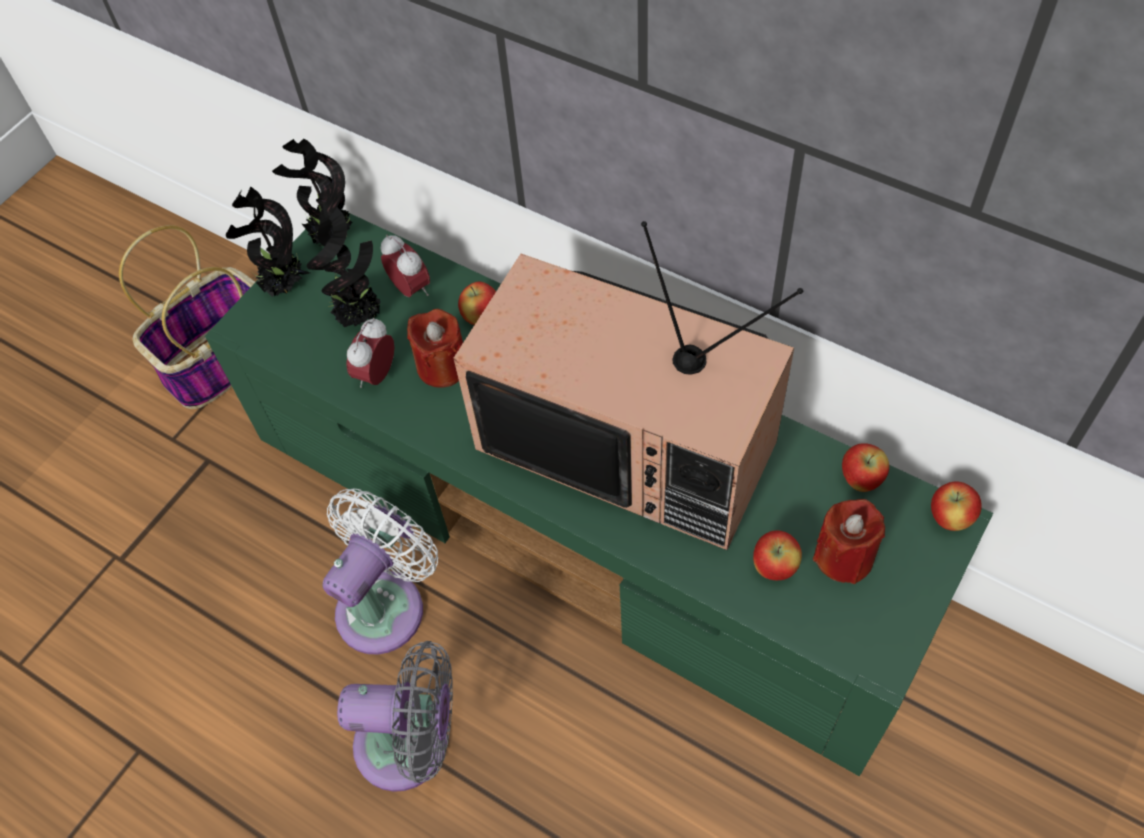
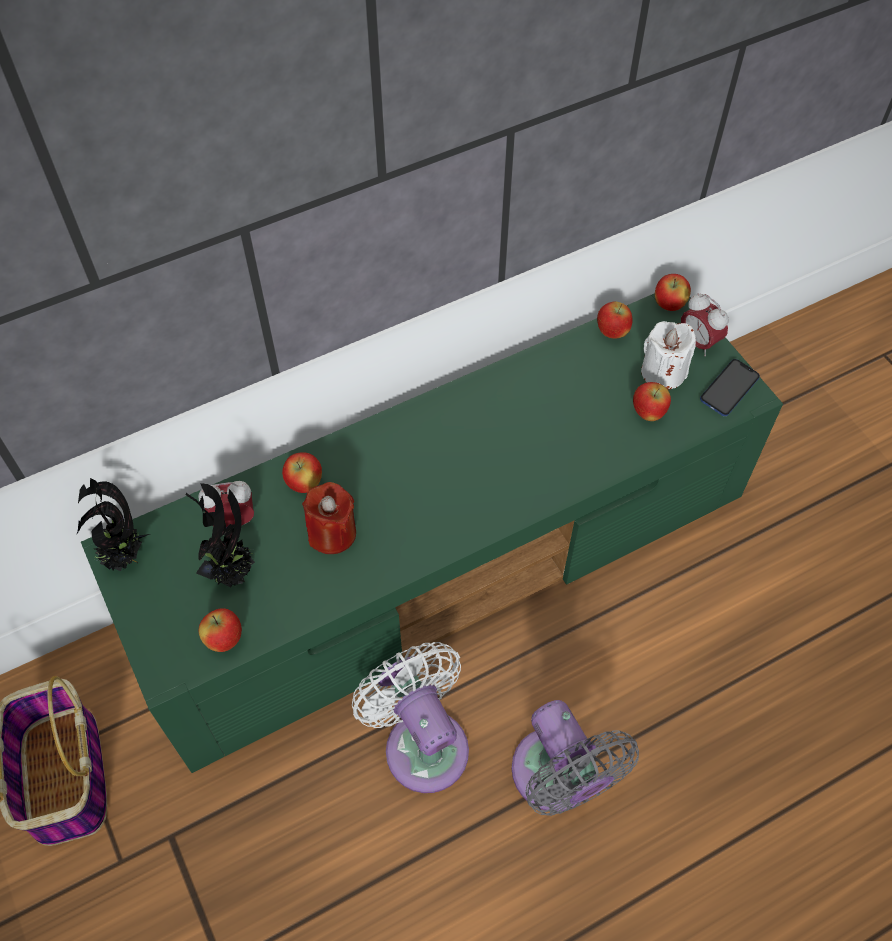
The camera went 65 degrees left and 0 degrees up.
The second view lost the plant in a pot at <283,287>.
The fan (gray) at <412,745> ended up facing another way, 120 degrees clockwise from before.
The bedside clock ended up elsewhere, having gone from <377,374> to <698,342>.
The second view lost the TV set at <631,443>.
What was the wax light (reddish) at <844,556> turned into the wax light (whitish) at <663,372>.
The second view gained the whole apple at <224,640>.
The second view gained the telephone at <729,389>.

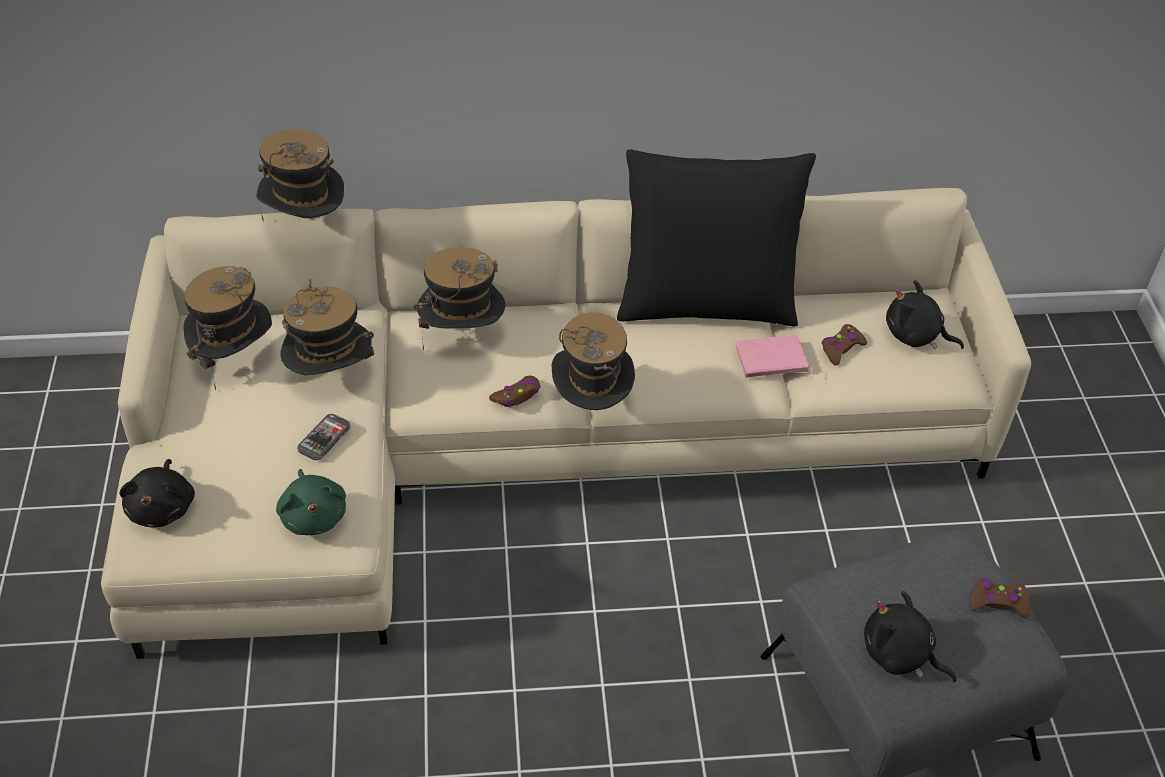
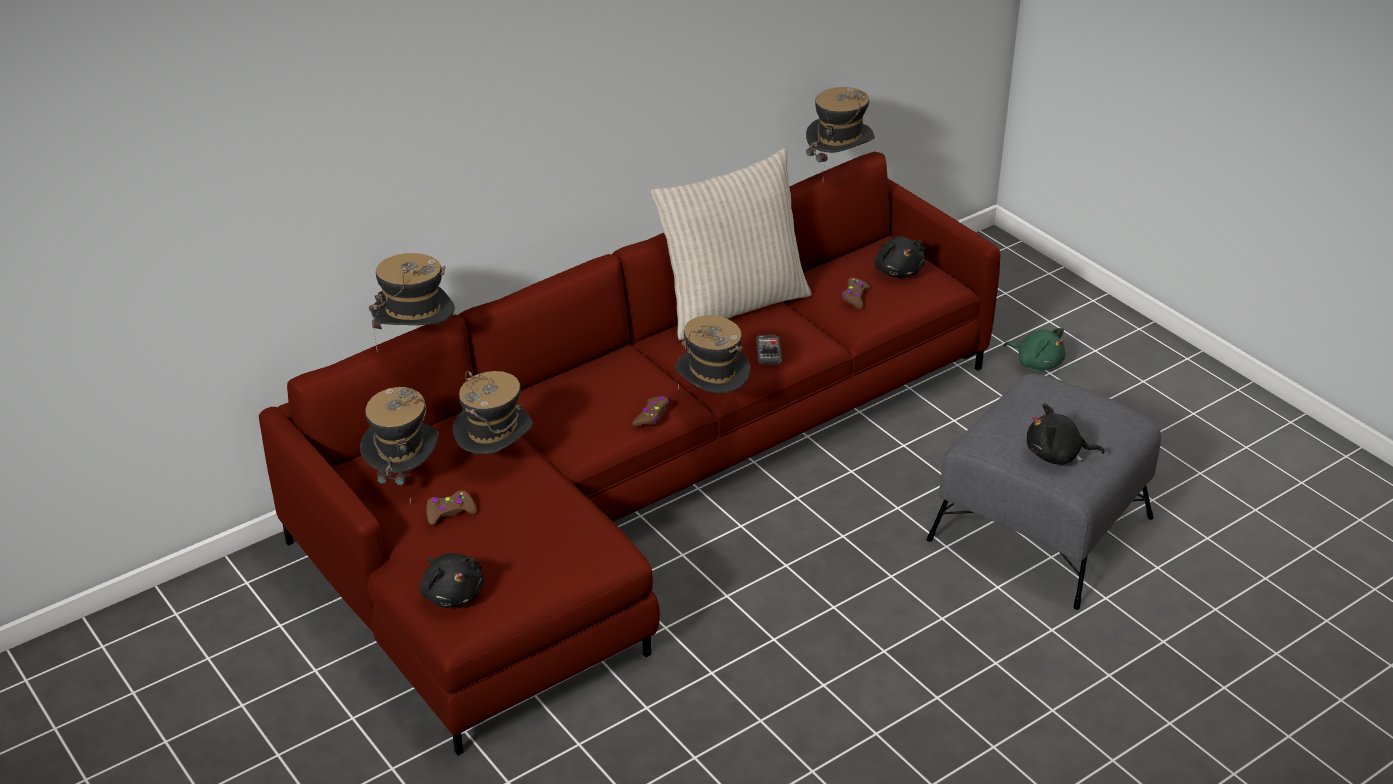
The camera went 30 degrees left and 10 degrees down.
What was the settee (sand-coloured) at <530,446> turned into the settee (reddish) at <638,482>.
The soft toy (green-coloured) ended up elsewhere, having gone from <314,515> to <1037,362>.
The telephone ended up elsewhere, having gone from <324,438> to <768,351>.
The clothing hat ended up elsewhere, having gone from <462,336> to <838,168>.
What was the throw pillow (blackish) at <706,302> turned into the throw pillow (sand-coloured) at <732,305>.
The second view lost the volume (pinkish) at <771,361>.
The soft toy (blackish) at <915,336> ended up facing another way, 105 degrees counterclockwise from before.
The gamepad (brownish) ended up elsewhere, having gone from <997,602> to <450,512>.

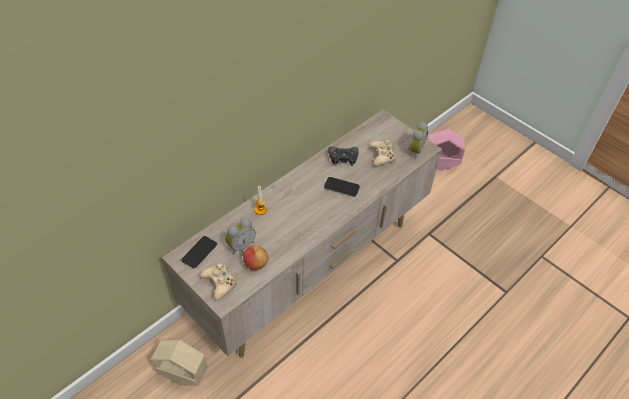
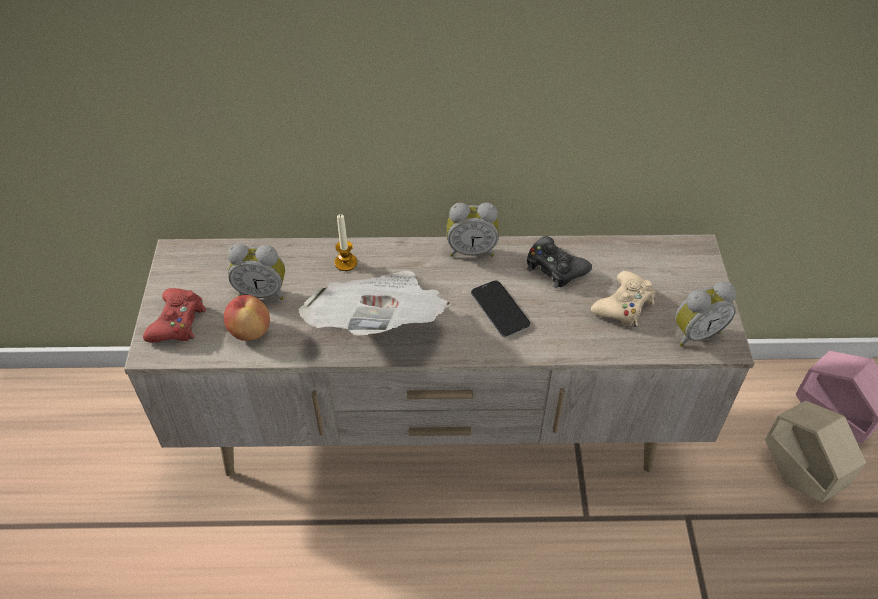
The camera went 45 degrees right and 0 degrees up.
The flower pot (sand-coloured) ended up elsewhere, having gone from <183,375> to <798,475>.
The second view lost the telephone at <199,252>.
What was the gamepad (sand-coloured) at <219,283> turned into the gamepad (reddish) at <177,322>.
The second view gained the newspaper at <379,325>.
The second view gained the bedside clock at <471,250>.

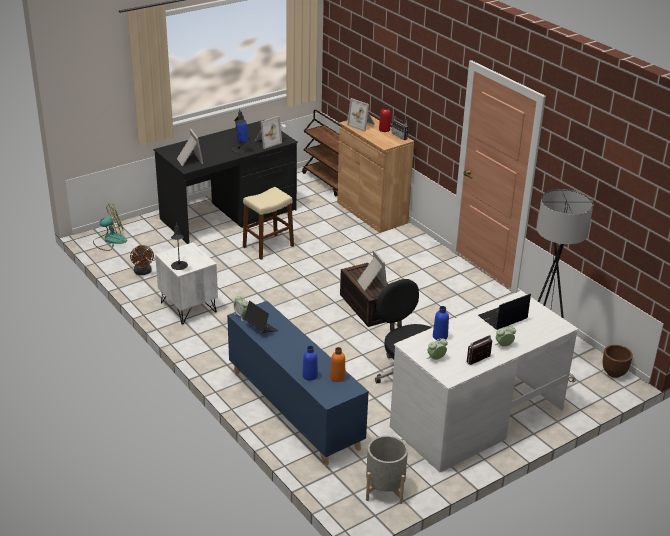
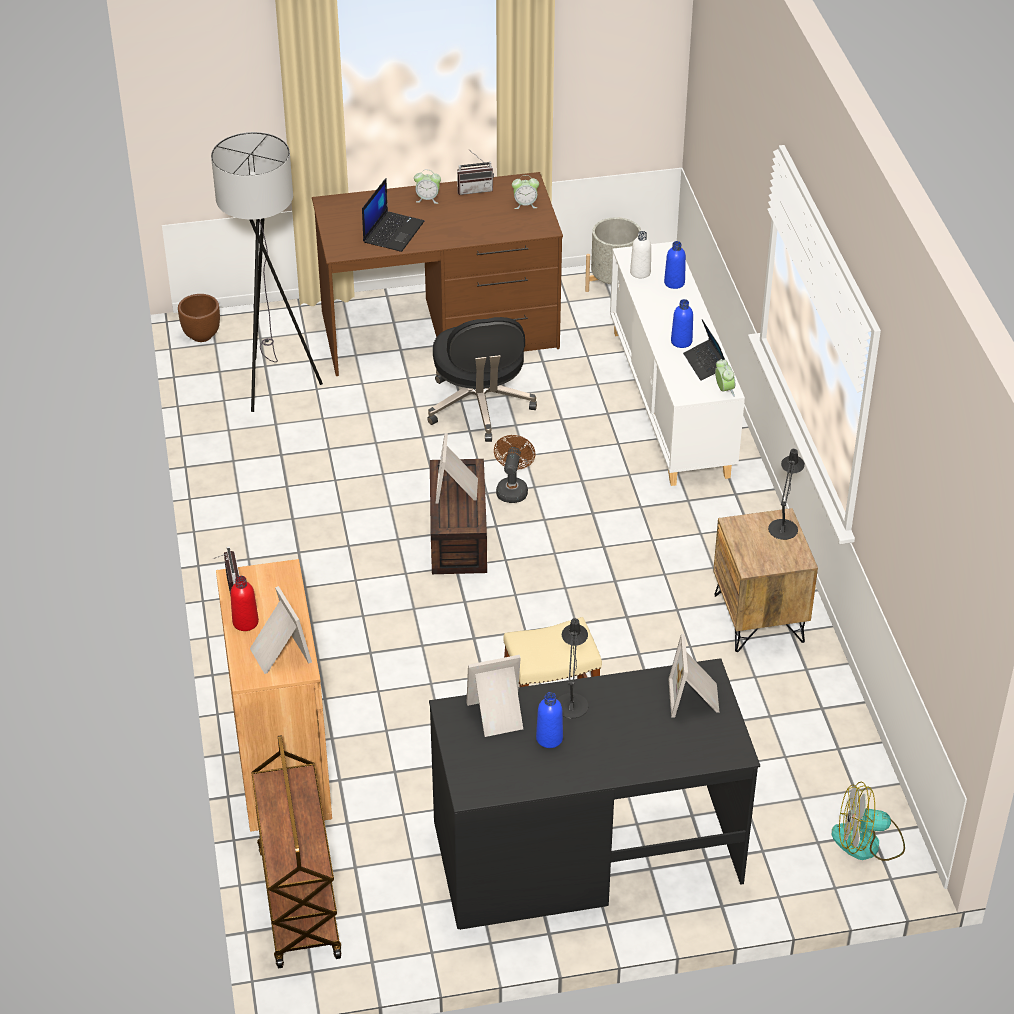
The camera went 155 degrees left and 10 degrees up.
The fan (brownish) ended up elsewhere, having gone from <143,272> to <512,489>.
What was the night table (whitish) at <188,307> turned into the night table (brownish) at <759,618>.
What was the cabinet (bluish) at <294,409> turned into the cabinet (whitish) at <670,403>.
What was the beverage bottle (orange) at <337,377> turned into the beverage bottle (whitish) at <640,272>.
What was the desk unit (whitish) at <476,418> turned into the desk unit (brownish) at <440,330>.
The beverage bottle (bluish) ended up elsewhere, having gone from <440,336> to <681,341>.
The portable computer at <502,318> ended up facing another way, 60 degrees counterclockwise from before.

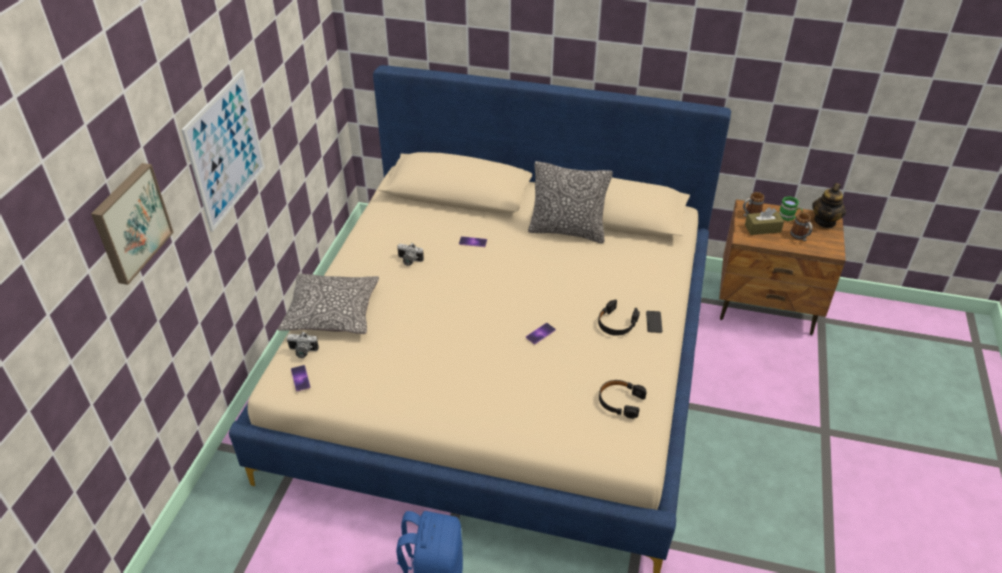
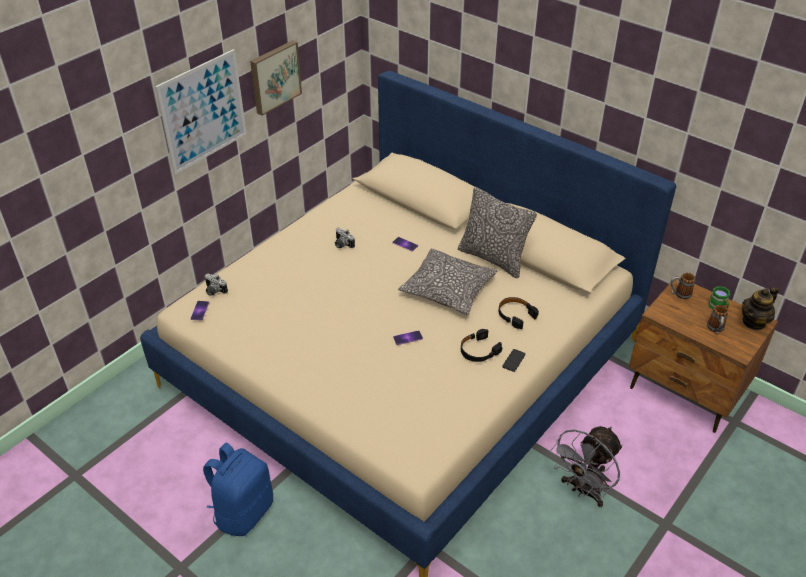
The camera went 25 degrees right and 0 degrees up.
The wall picture ended up elsewhere, having gone from <130,222> to <274,76>.
The throw pillow ended up elsewhere, having gone from <332,313> to <448,289>.
The headset (blackish) ended up elsewhere, having gone from <620,401> to <515,315>.
The second view lost the tissue holder (brownish) at <762,228>.
The second view gained the fan (gray) at <583,490>.

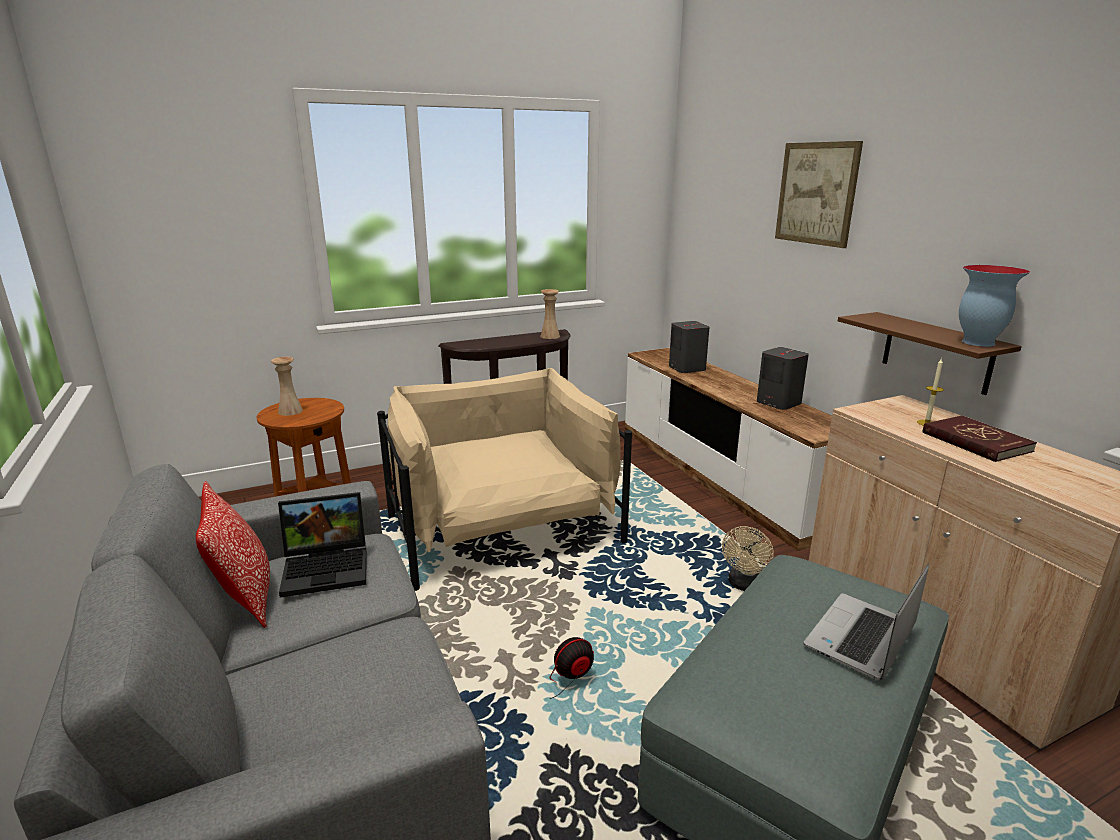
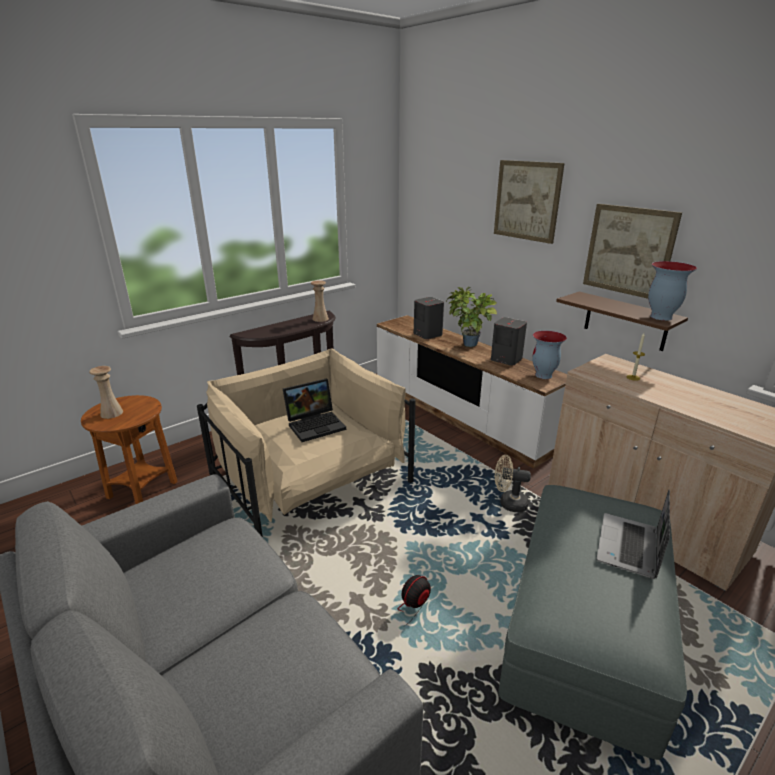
The camera went 15 degrees left and 5 degrees up.
The second view lost the throw pillow at <245,597>.
The portable computer ended up elsewhere, having gone from <328,567> to <316,424>.
The fan (sand-coloured) at <745,586> ended up facing another way, 90 degrees clockwise from before.
The second view lost the volume (reddish) at <975,442>.
The second view gained the plant in a pot at <467,345>.
The second view gained the vase at <543,375>.
The second view gained the wall picture at <628,251>.

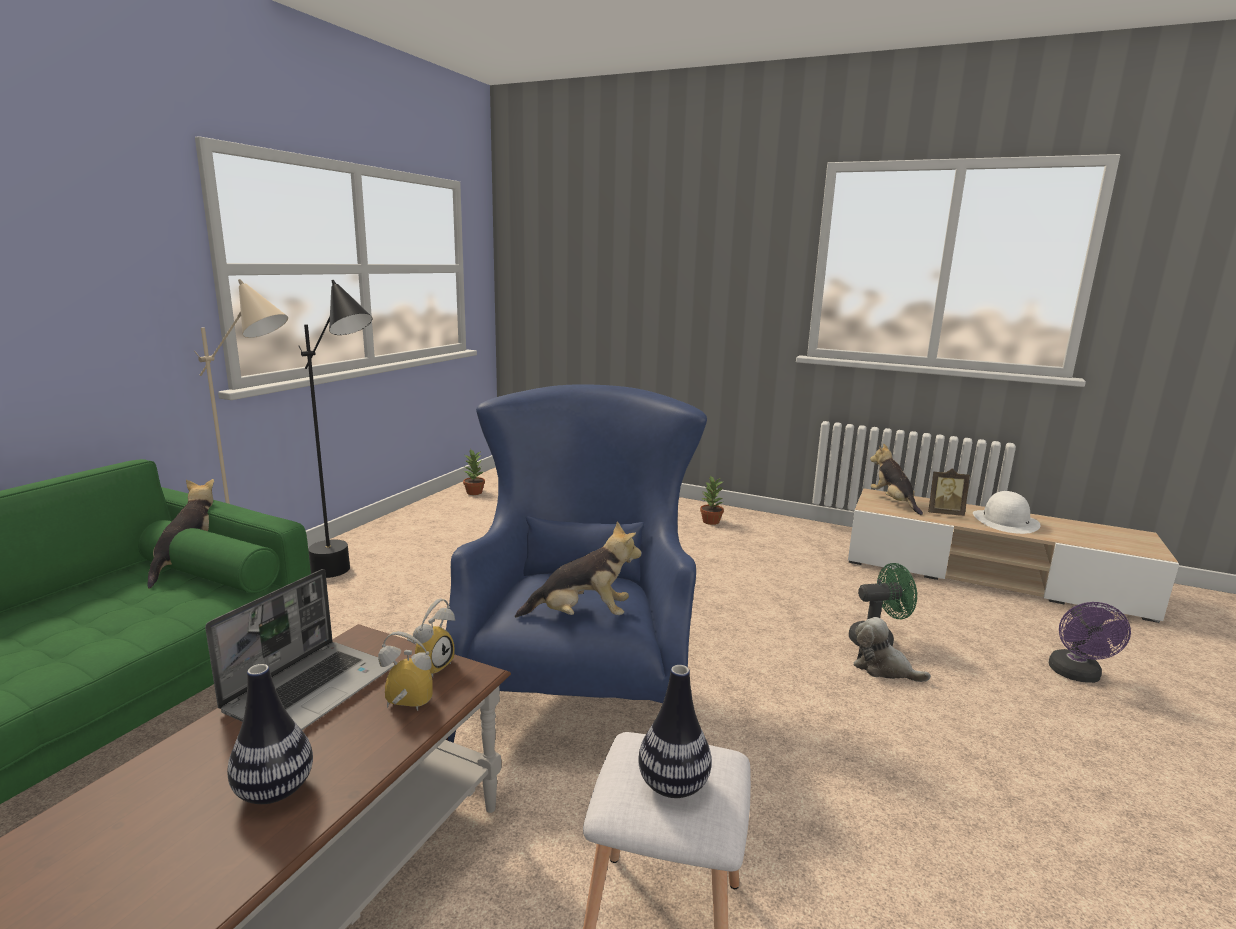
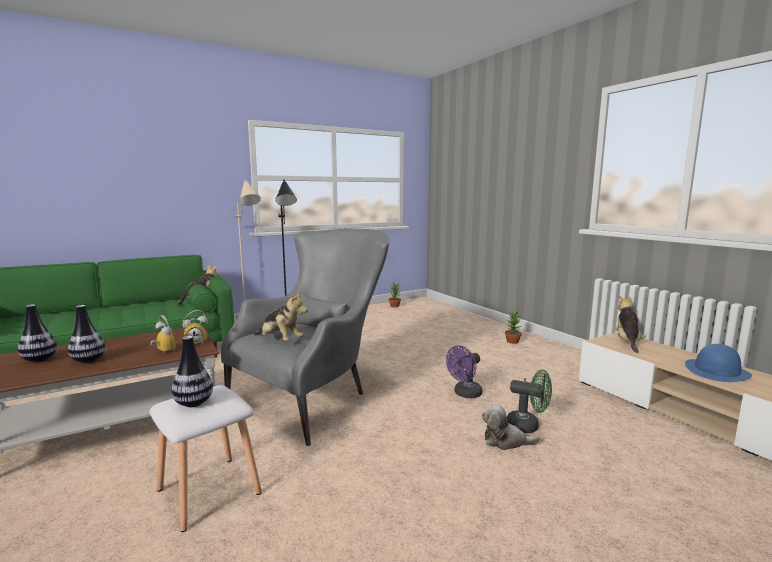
The camera went 35 degrees right and 5 degrees down.
The second view lost the portable computer at <311,689>.
What was the lounge chair (bluish) at <579,688> turned into the lounge chair (gray) at <316,395>.
The soft toy at <883,668> ended up facing another way, 60 degrees counterclockwise from before.
The second view lost the photo frame at <944,513>.
What was the clothing hat (whitish) at <1005,521> turned into the clothing hat (bluish) at <717,371>.
The fan (purple-coloured) ended up elsewhere, having gone from <1076,675> to <465,394>.
The second view gained the vase at <39,360>.

